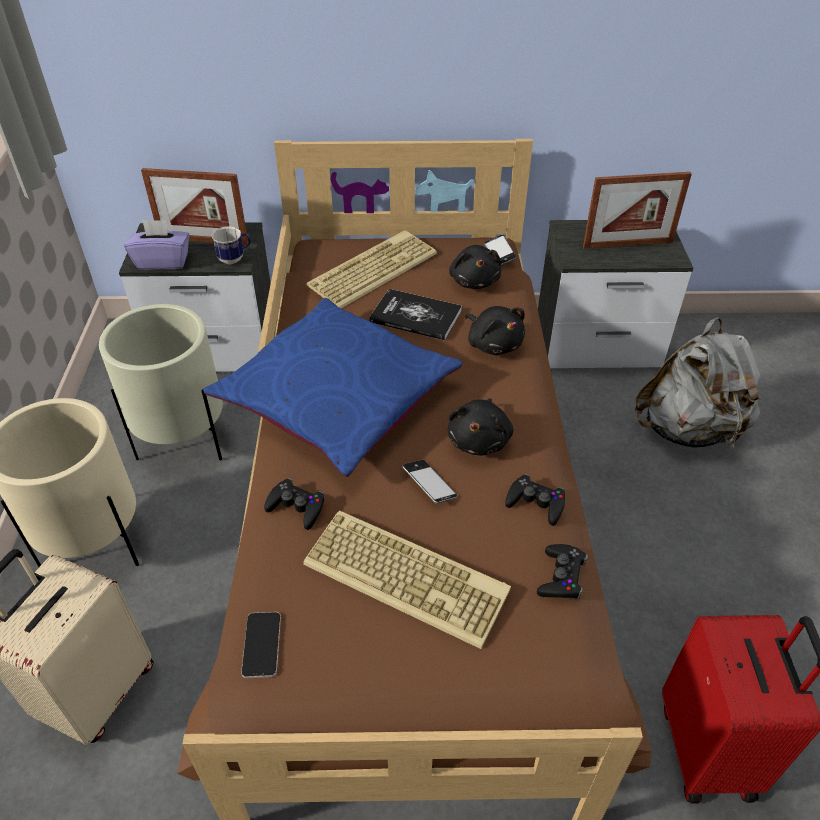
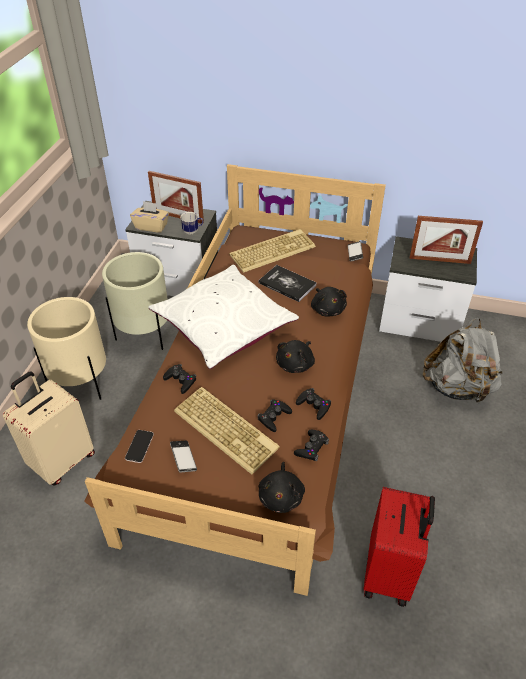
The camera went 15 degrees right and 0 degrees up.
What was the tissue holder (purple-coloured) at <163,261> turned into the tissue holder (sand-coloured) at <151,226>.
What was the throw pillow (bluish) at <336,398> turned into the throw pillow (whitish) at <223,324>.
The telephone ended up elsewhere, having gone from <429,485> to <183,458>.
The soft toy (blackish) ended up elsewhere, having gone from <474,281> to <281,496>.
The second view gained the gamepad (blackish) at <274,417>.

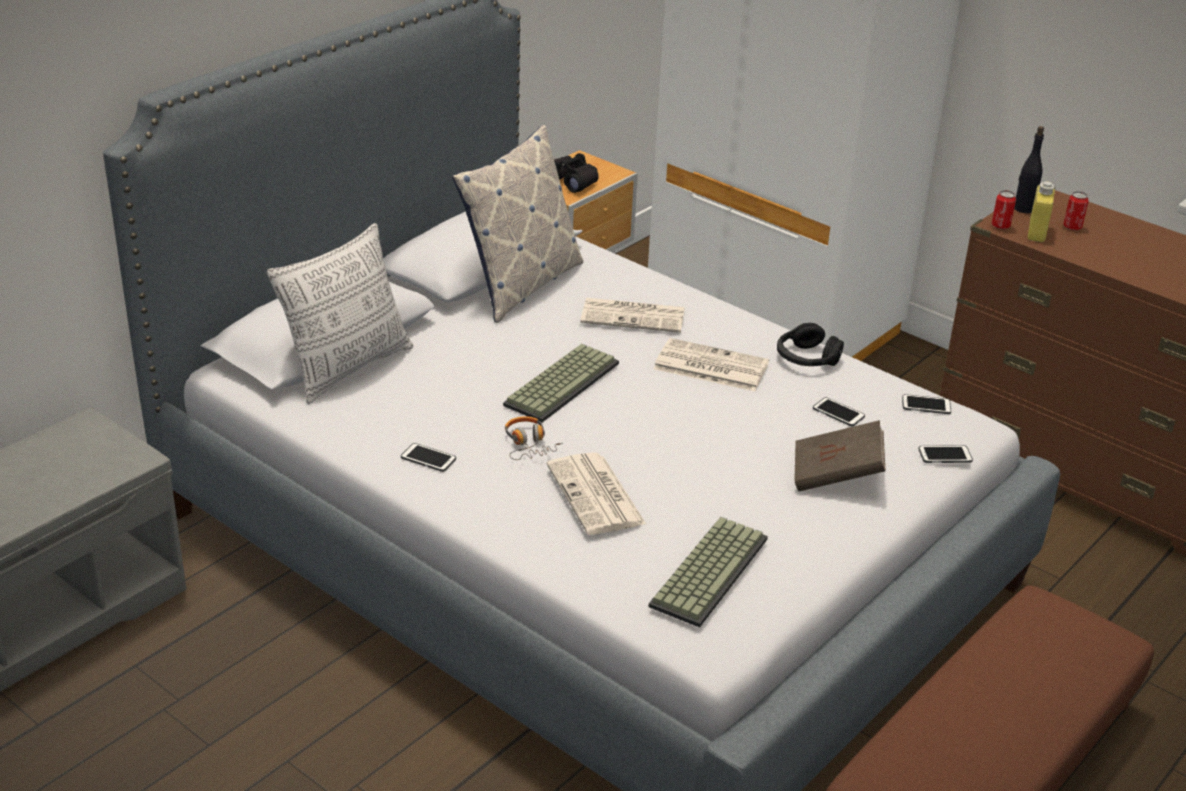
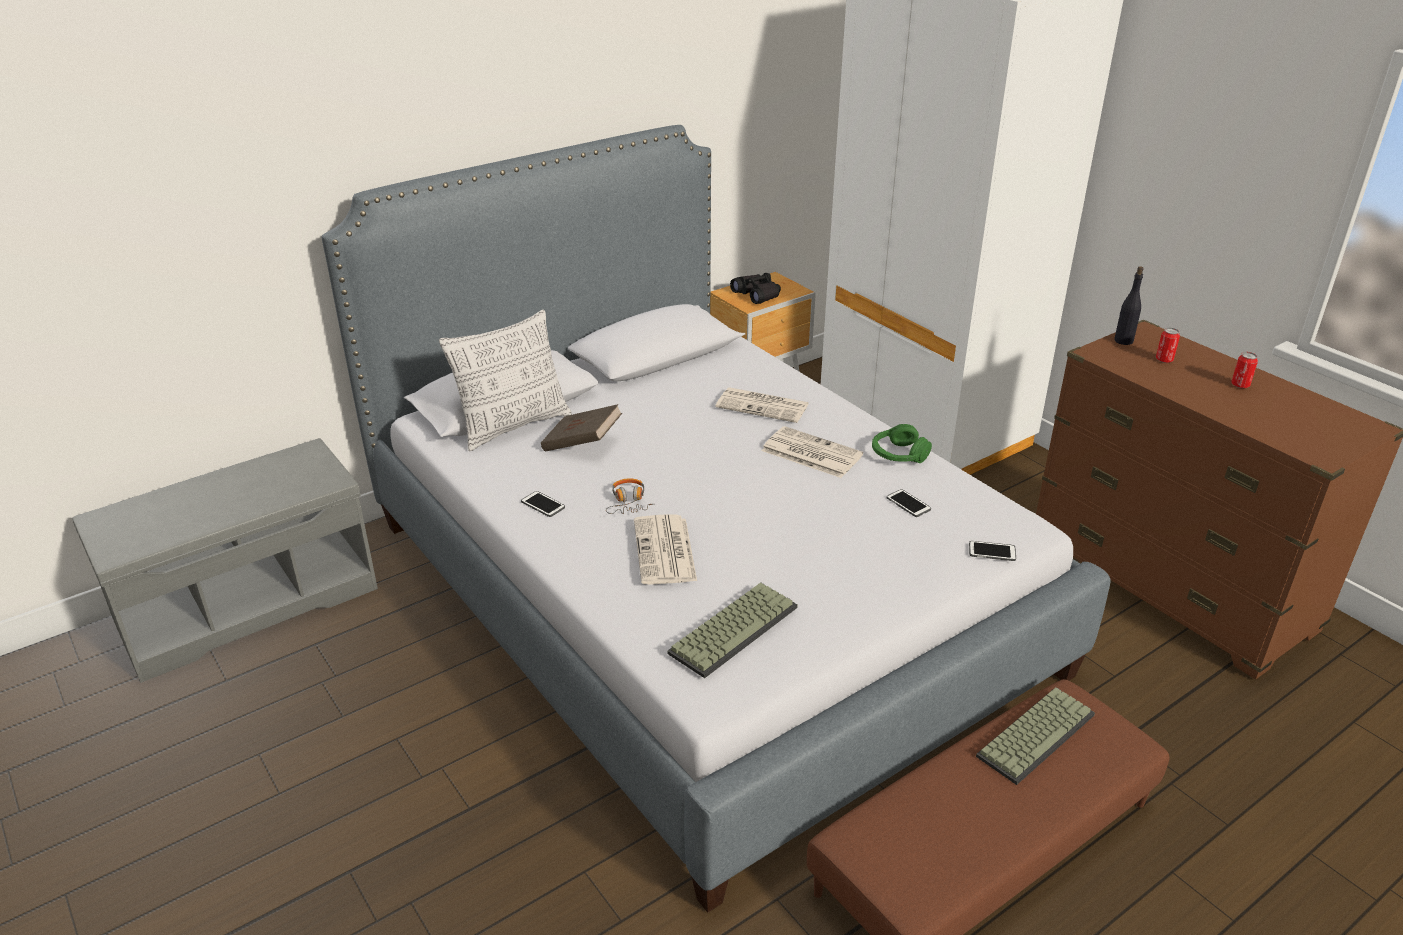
The camera went 15 degrees right and 0 degrees up.
The second view lost the throw pillow at <520,285>.
The computer keyboard ended up elsewhere, having gone from <561,383> to <1035,733>.
What was the headset (blackish) at <806,358> turned into the headset (green-coloured) at <898,455>.
The volume (brownish) ended up elsewhere, having gone from <836,476> to <582,444>.
The second view lost the telephone at <926,405>.
The sealed can ended up elsewhere, having gone from <1000,226> to <1240,385>.
The second view lost the beverage bottle (yellow) at <1036,232>.

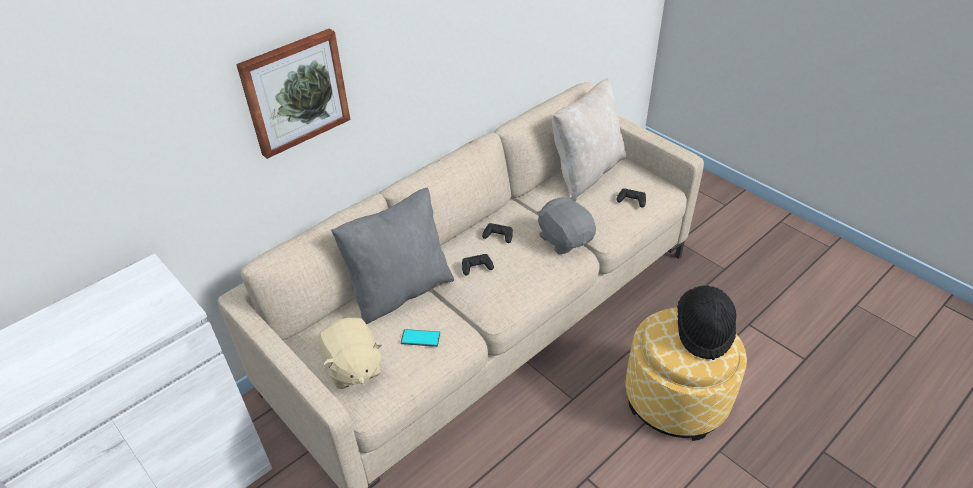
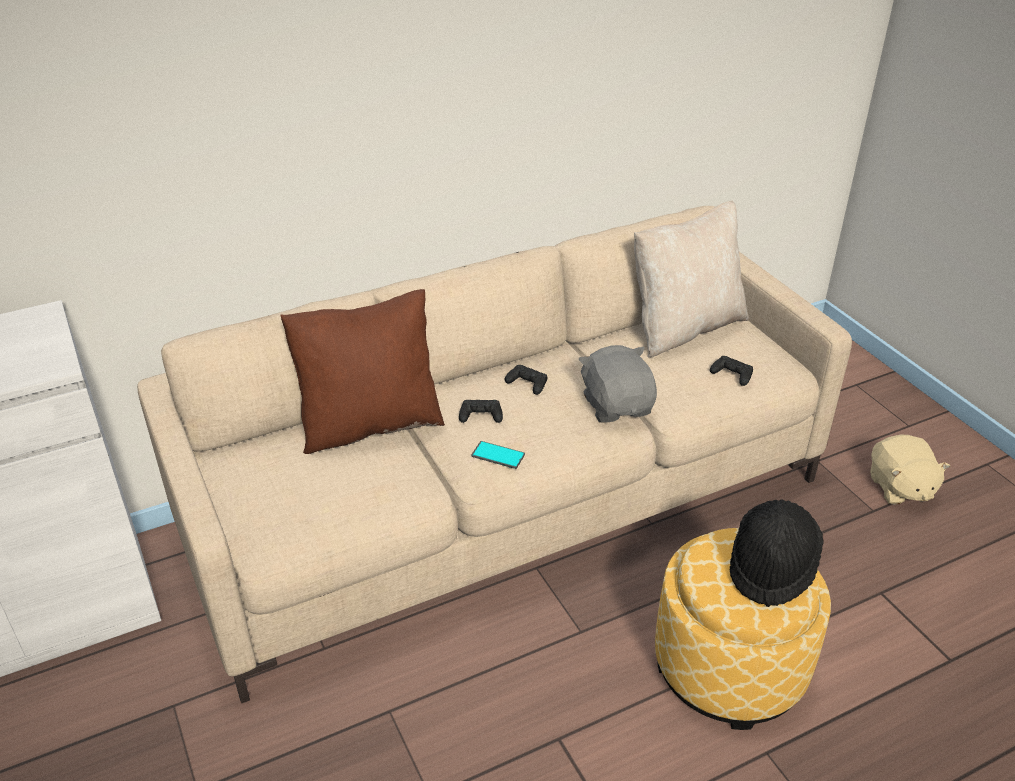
The camera went 15 degrees right and 5 degrees down.
The second view lost the wall picture at <295,92>.
The soft toy (sand-coloured) ended up elsewhere, having gone from <352,367> to <899,488>.
What was the throw pillow (gray) at <400,291> turned into the throw pillow (brownish) at <370,424>.
The telephone ended up elsewhere, having gone from <420,338> to <498,455>.

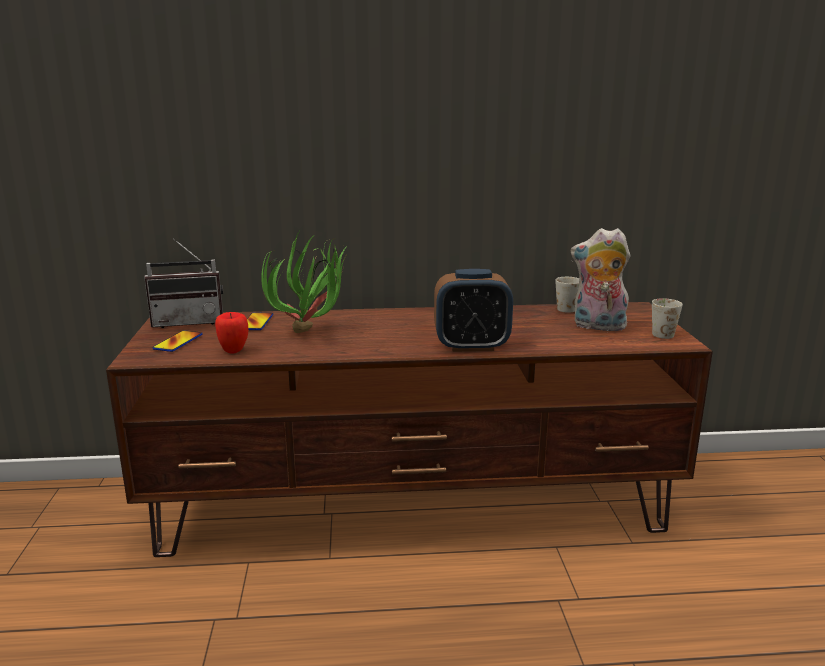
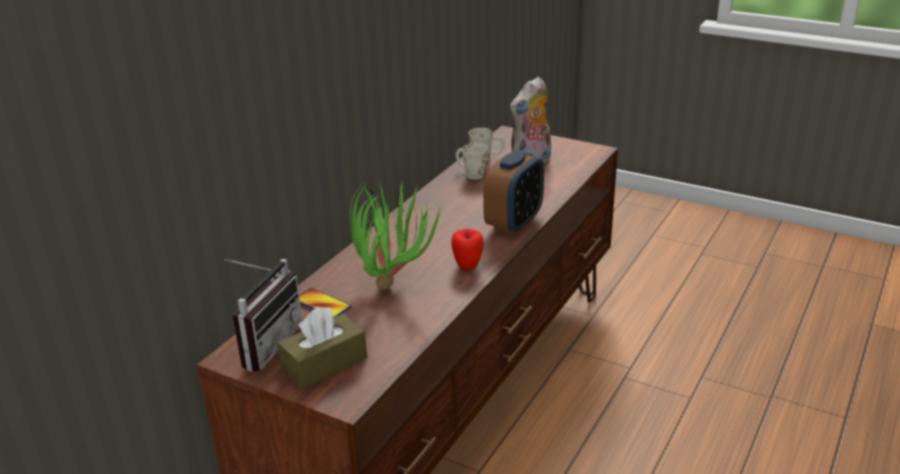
The camera went 55 degrees left and 10 degrees up.
Where the telephone stood at <178,342>, the tissue holder (brownish) came to stand at <324,363>.
The whole apple ended up elsewhere, having gone from <234,350> to <467,265>.
The coffee mug (whitish) ended up elsewhere, having gone from <661,332> to <469,174>.

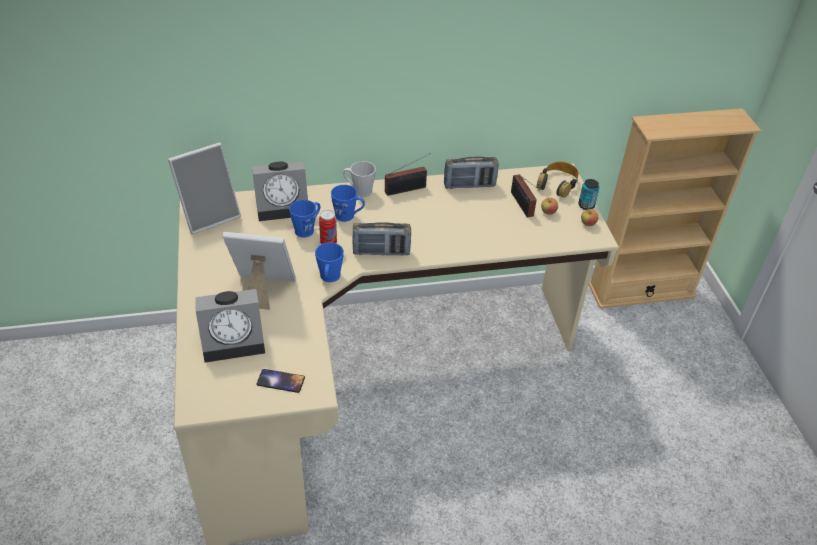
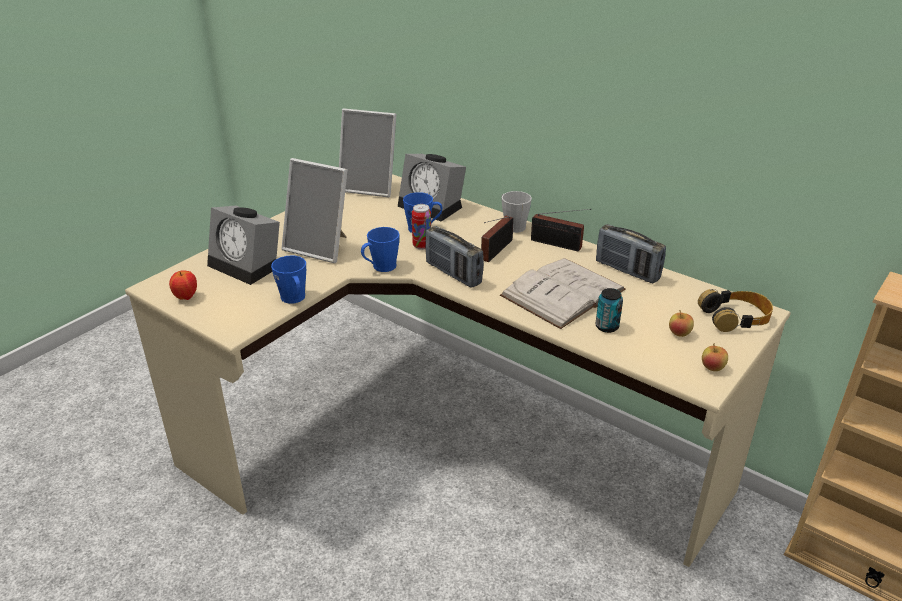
The camera went 50 degrees right and 10 degrees down.
The photo frame at <262,290> ended up facing another way, 150 degrees clockwise from before.
The second view lost the telephone at <280,381>.
The coffee mug (bluish) ended up elsewhere, having gone from <348,216> to <294,299>.
The radio ended up elsewhere, having gone from <522,206> to <495,251>.
The sealed can ended up elsewhere, having gone from <586,205> to <607,327>.
The second view gained the whole apple at <186,297>.
The second view gained the volume (whitish) at <563,292>.

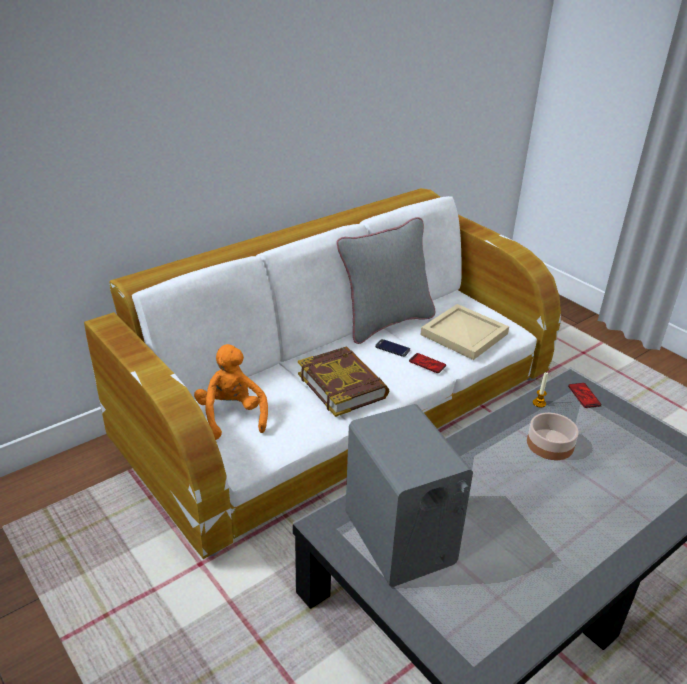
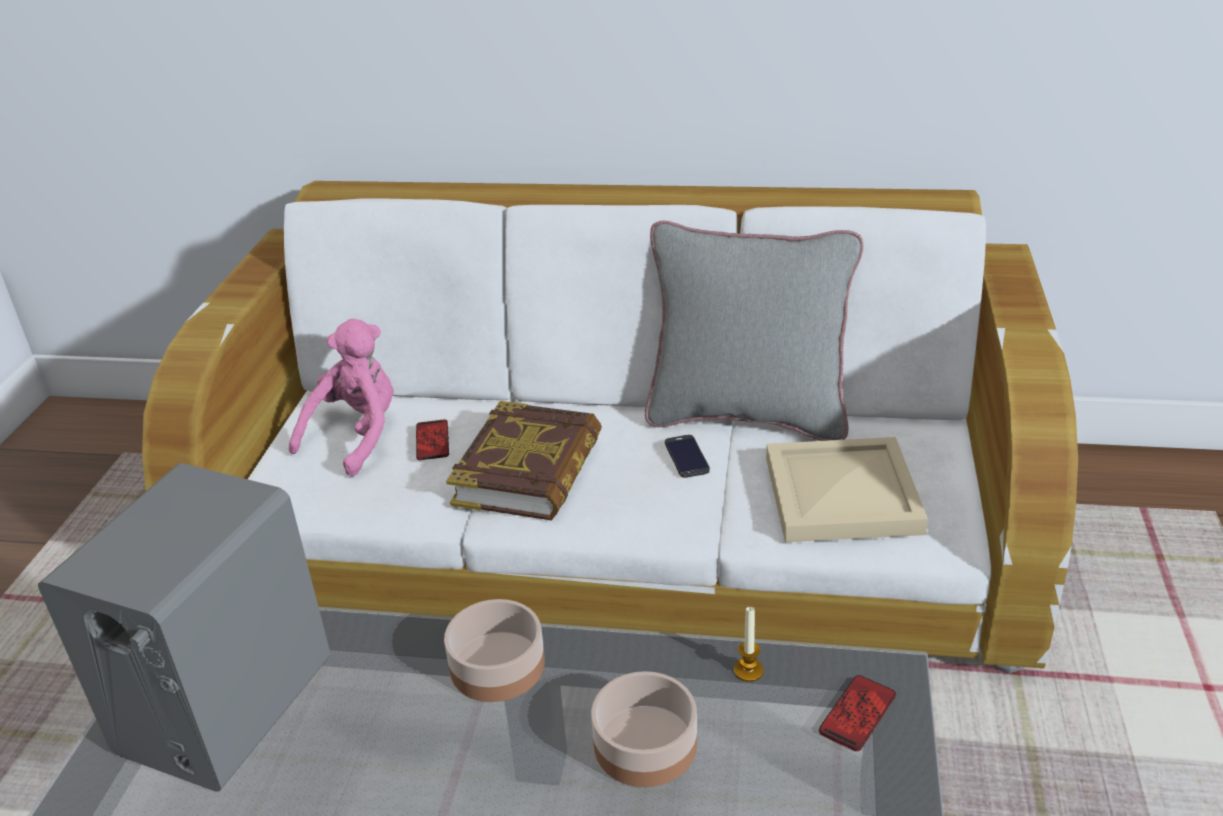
The camera went 50 degrees right and 0 degrees up.
What was the soft toy (orange) at <232,416> turned into the soft toy (pinkish) at <357,436>.
The telephone ended up elsewhere, having gone from <427,364> to <432,441>.
The second view gained the serving bowl at <498,664>.

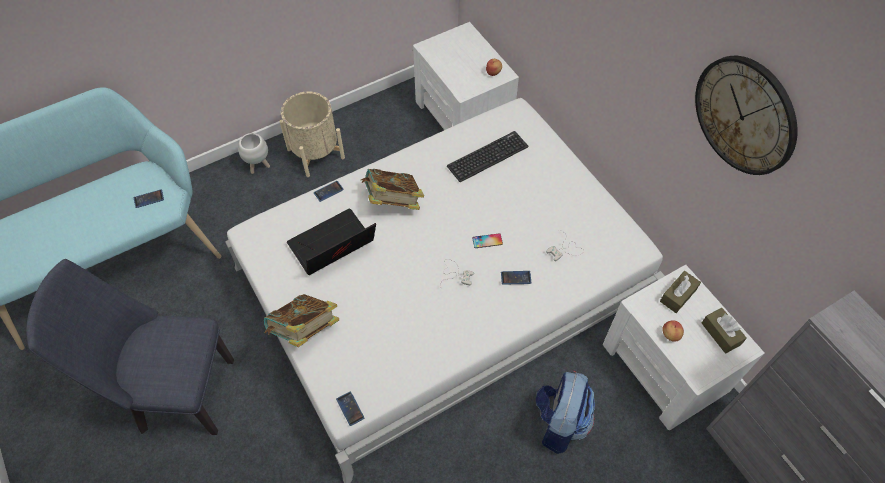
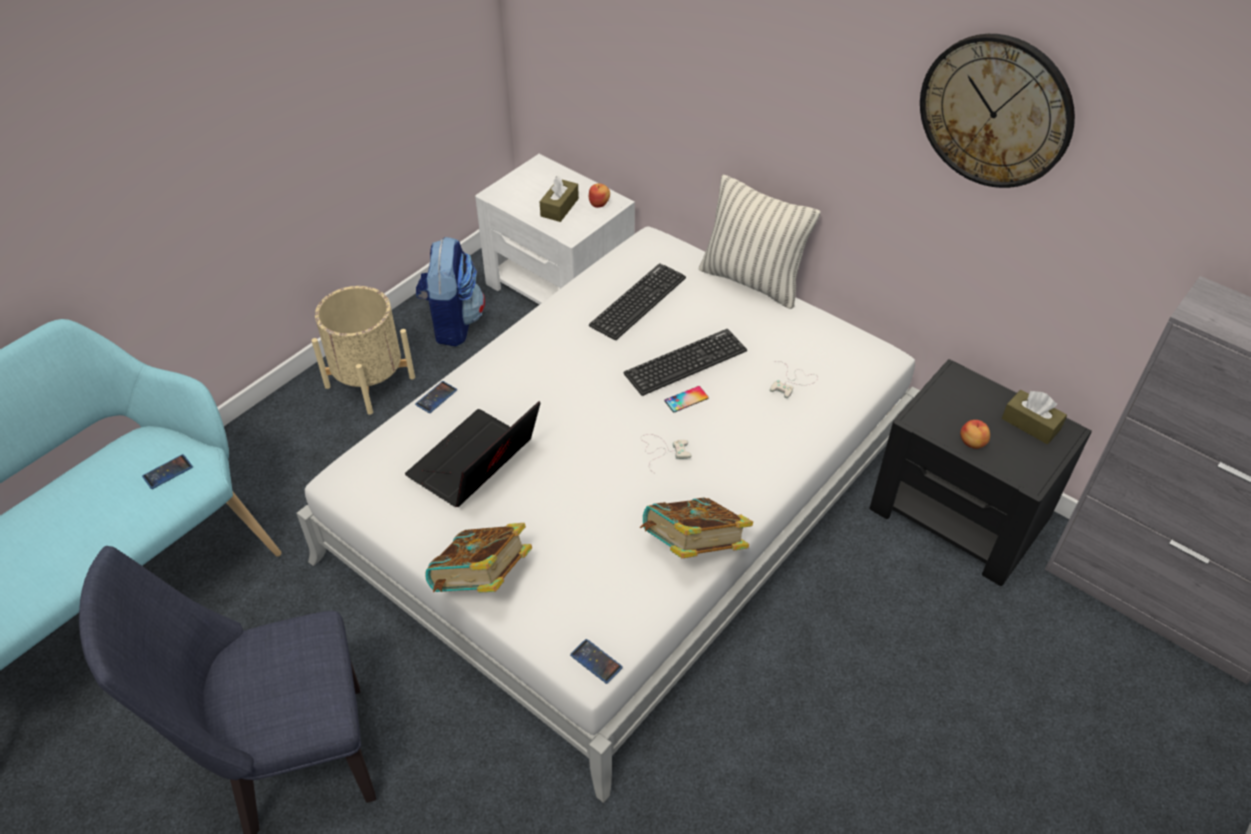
The camera went 20 degrees left and 10 degrees down.
The second view lost the flower pot (whitish) at <259,166>.
The volume ended up elsewhere, having gone from <393,201> to <693,548>.
The second view lost the telephone at <516,278>.
The knapsack ended up elsewhere, having gone from <559,422> to <452,323>.
What was the night table (whitish) at <665,368> turned into the night table (blackish) at <960,513>.
The tissue holder (brownish) ended up elsewhere, having gone from <678,295> to <559,207>.
The second view gained the computer keyboard at <685,362>.
The second view gained the throw pillow at <752,281>.

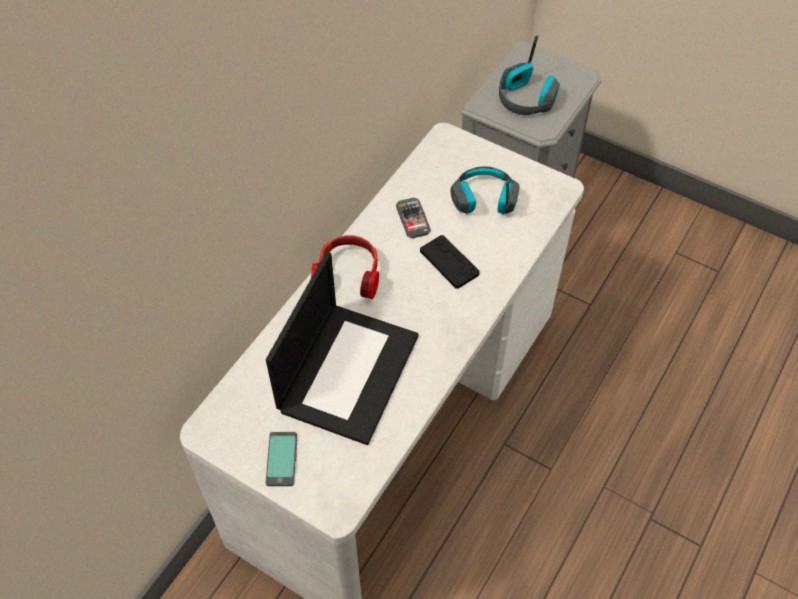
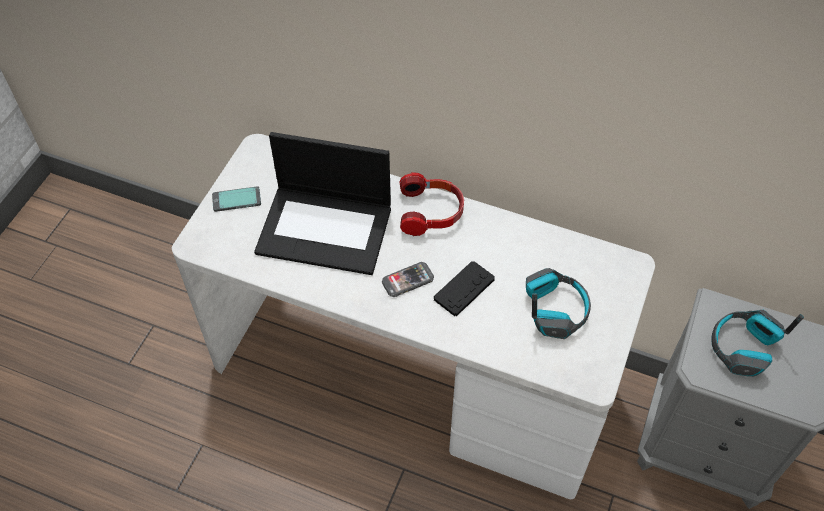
The camera went 80 degrees right and 0 degrees up.
The telephone ended up elsewhere, having gone from <413,219> to <407,280>.

